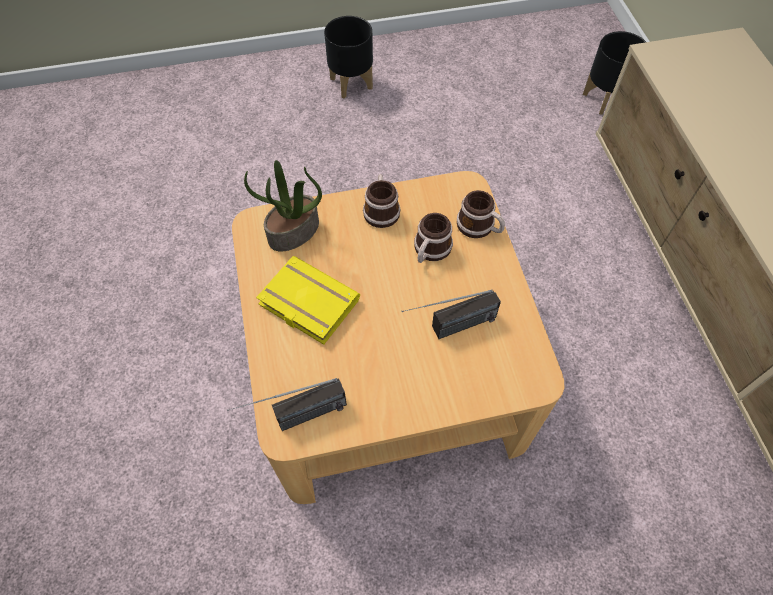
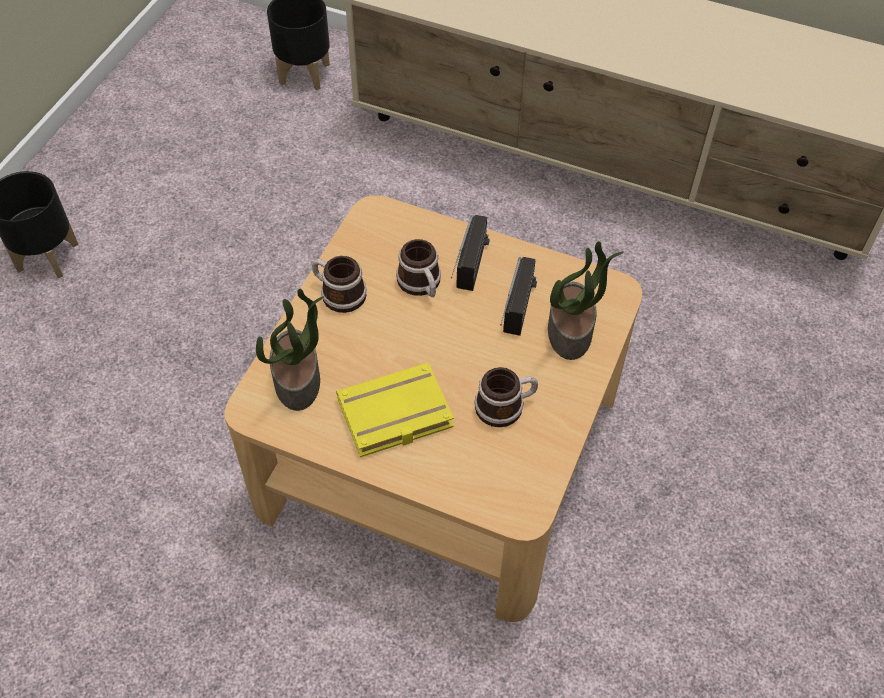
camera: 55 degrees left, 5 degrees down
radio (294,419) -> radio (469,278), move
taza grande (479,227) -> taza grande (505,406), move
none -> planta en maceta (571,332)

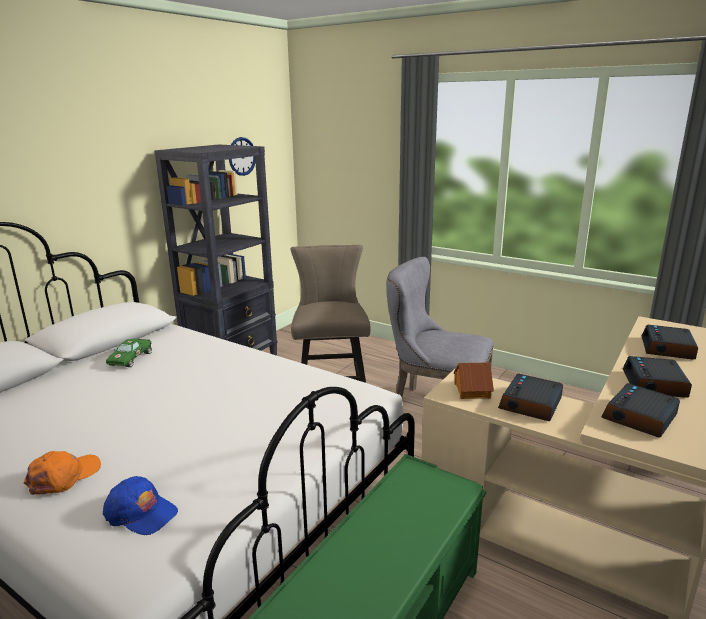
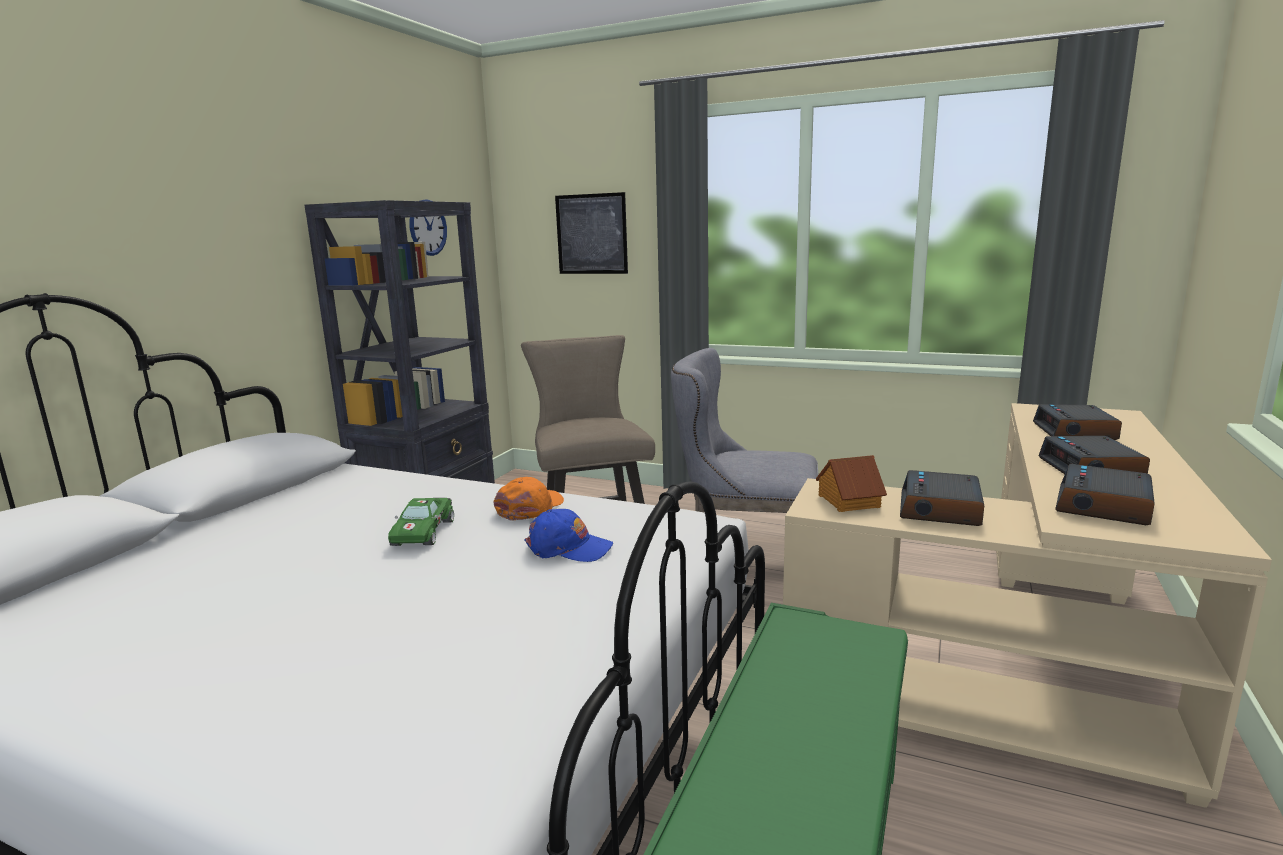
camera: 10 degrees left, 5 degrees down
gorra/naranja (64,477) -> gorra/naranja (530,508), move
gorra/azul (141,513) -> gorra/azul (568,548), move
coche de juguete/verde (131,358) -> coche de juguete/verde (423,531), move
none -> cuadro (591,234)

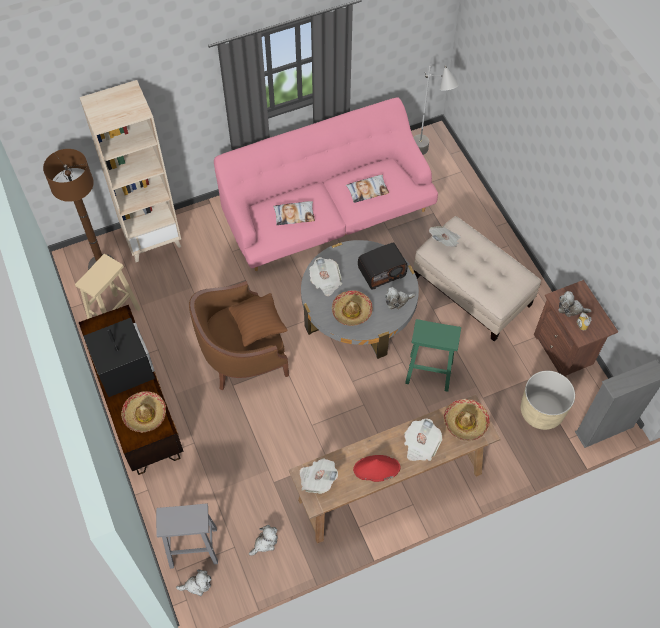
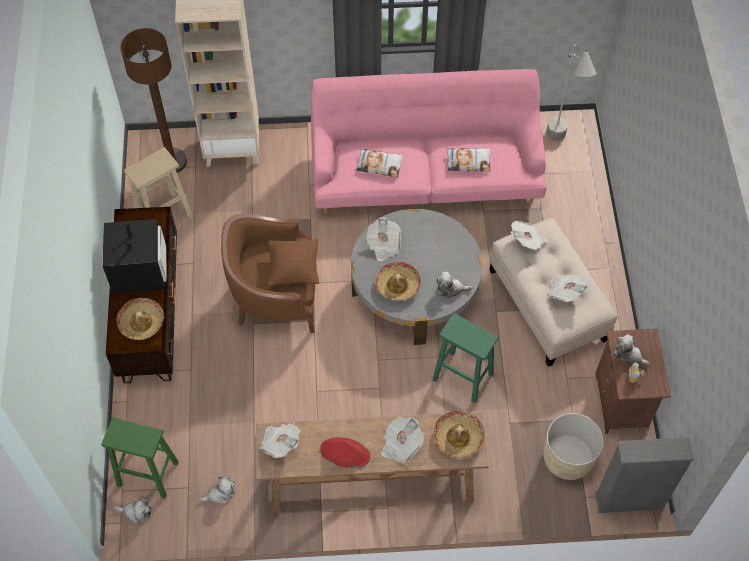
camera: 20 degrees right, 0 degrees up
taburete/gris (194,547) -> taburete/verde (149,474)
radio (381,272) -> none
none -> periódico (565,291)

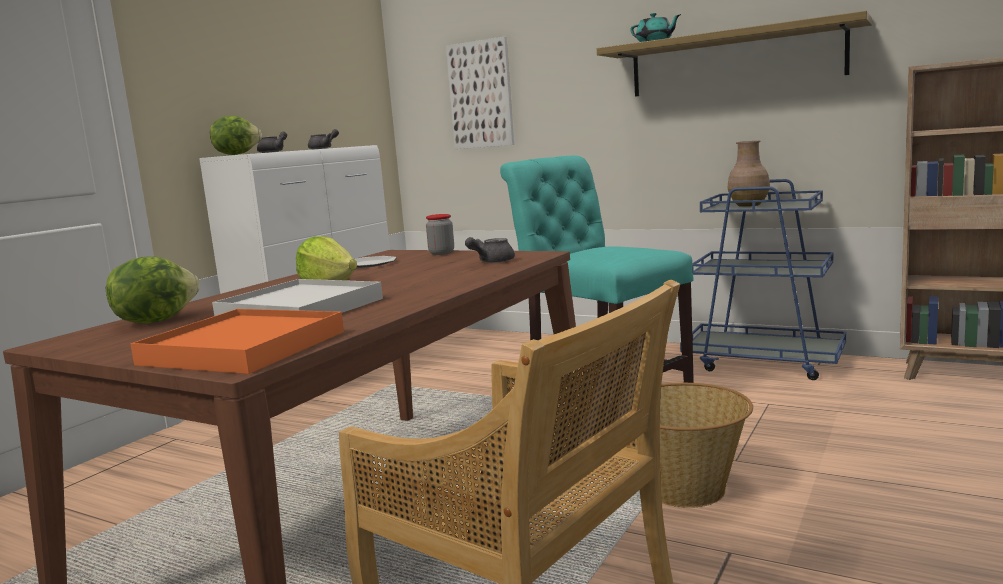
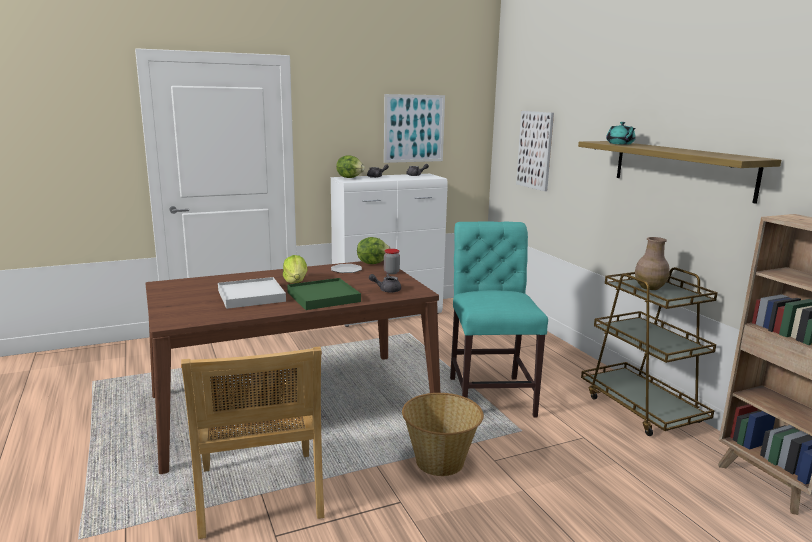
camera: 35 degrees right, 5 degrees up
lechuga (155,321) -> lechuga (372,263), move
bandeja/naranja (244,348) -> none
carrito/azul (763,362) -> carrito/marrón (641,408)
none -> bandeja/verde (323,297)
none -> cuadro (414,128)

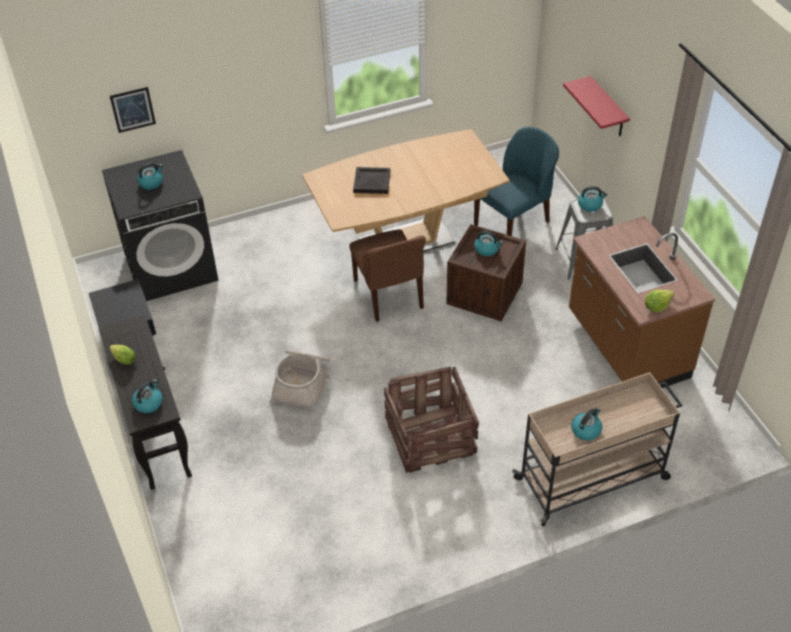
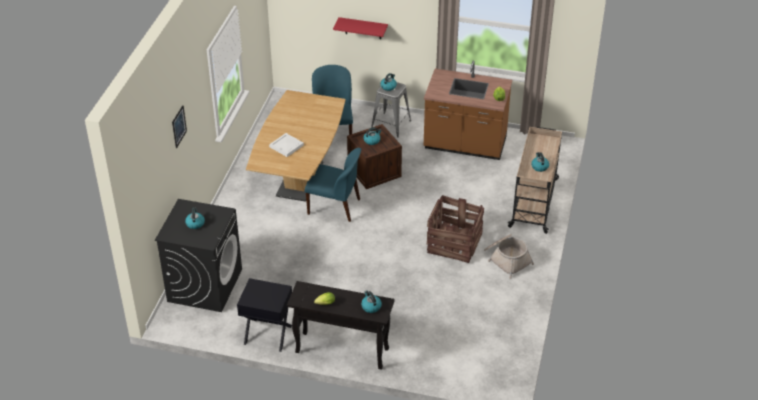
camera: 55 degrees left, 5 degrees down
cuadro (133,109) -> cuadro (179,126), move
cesta (303,383) -> cesta (506,259), move
silla/marrón (389,295) -> silla/azul (335,207)
bandeja/negro (372,181) -> bandeja/blanco (286,145)

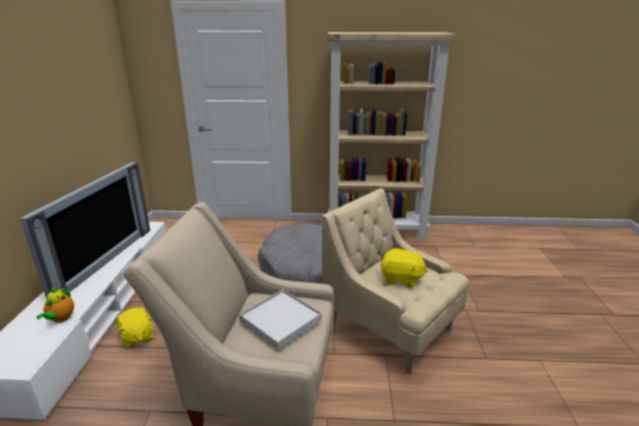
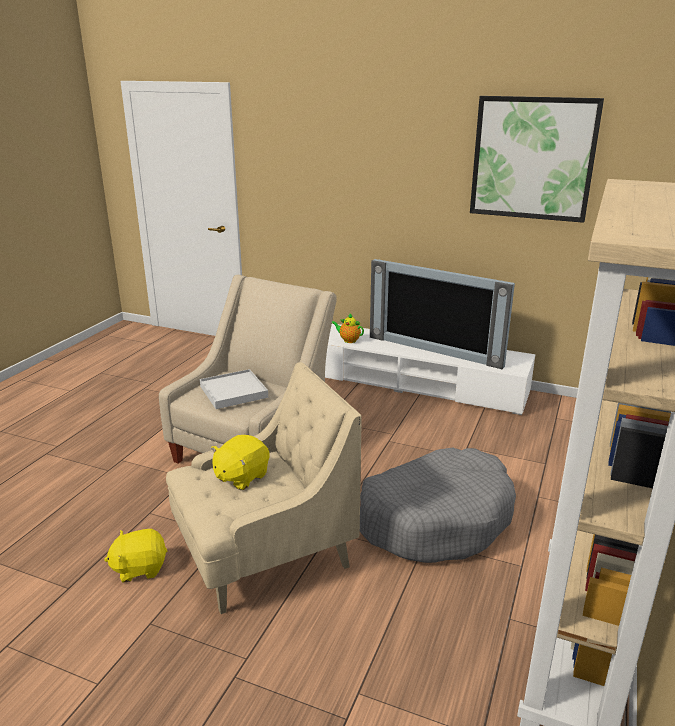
camera: 110 degrees right, 0 degrees up
peluche/amarillo (137,337) -> peluche/amarillo (140,568), move
none -> cuadro (532,159)

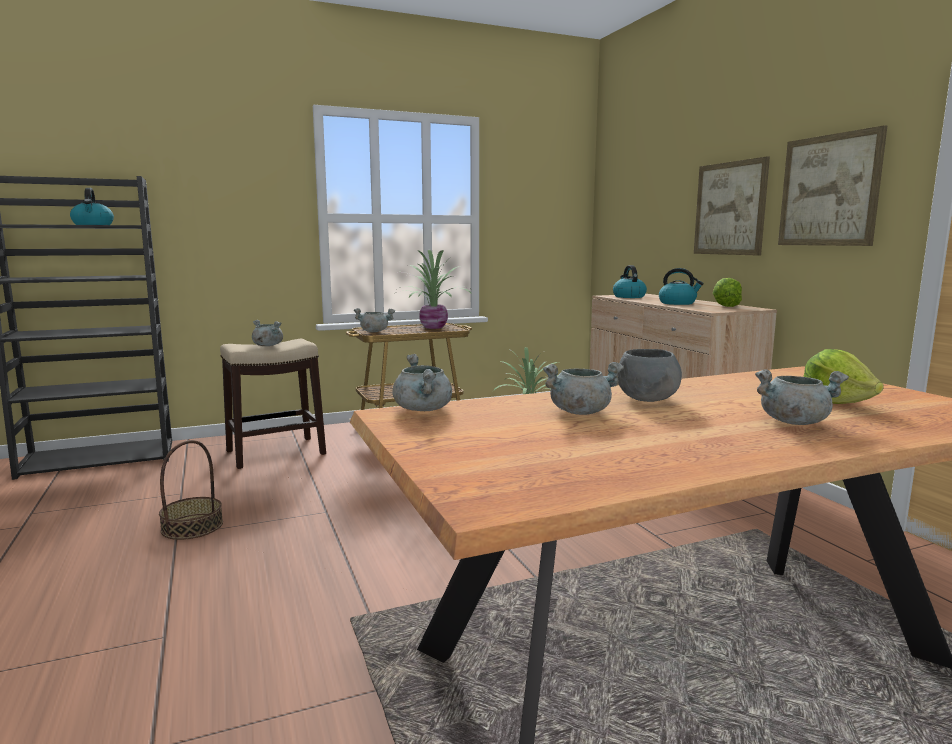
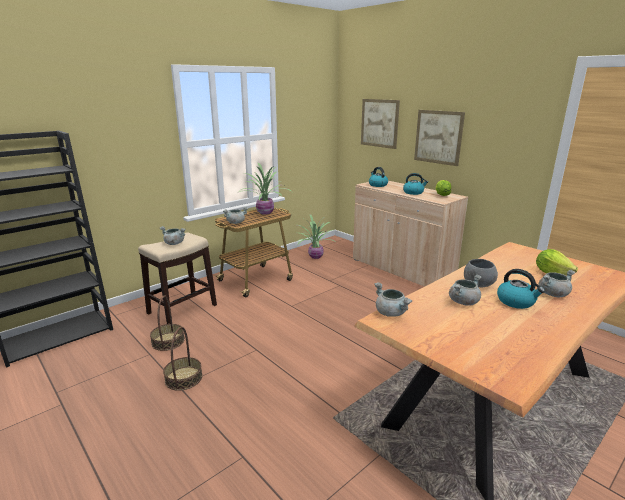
camera: 20 degrees left, 10 degrees up
hervidor (93,225) -> hervidor (516,302), move
cuadro (829,190) -> cuadro (379,123), move
none -> cesta (168,341)

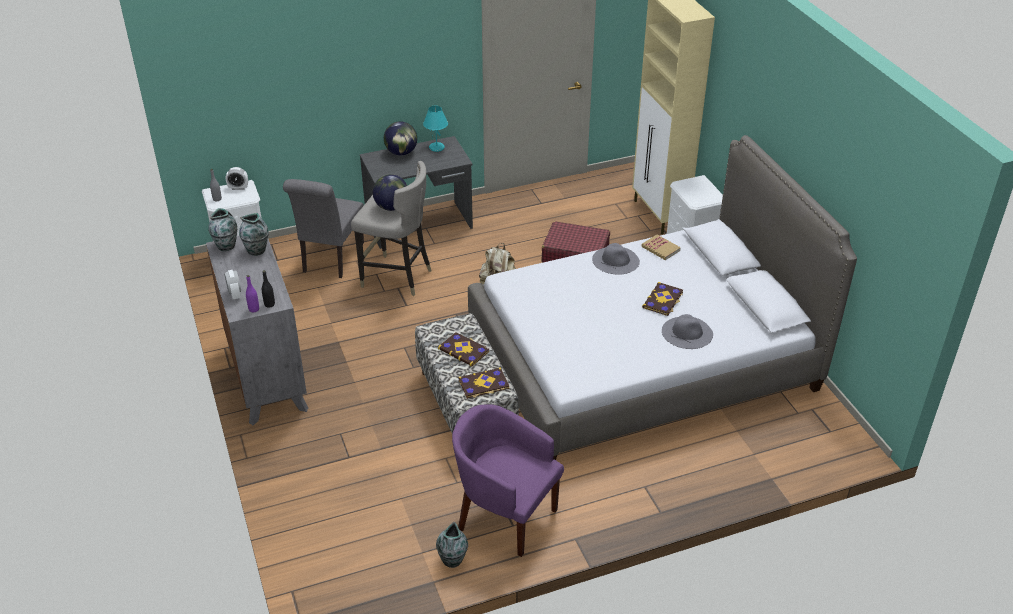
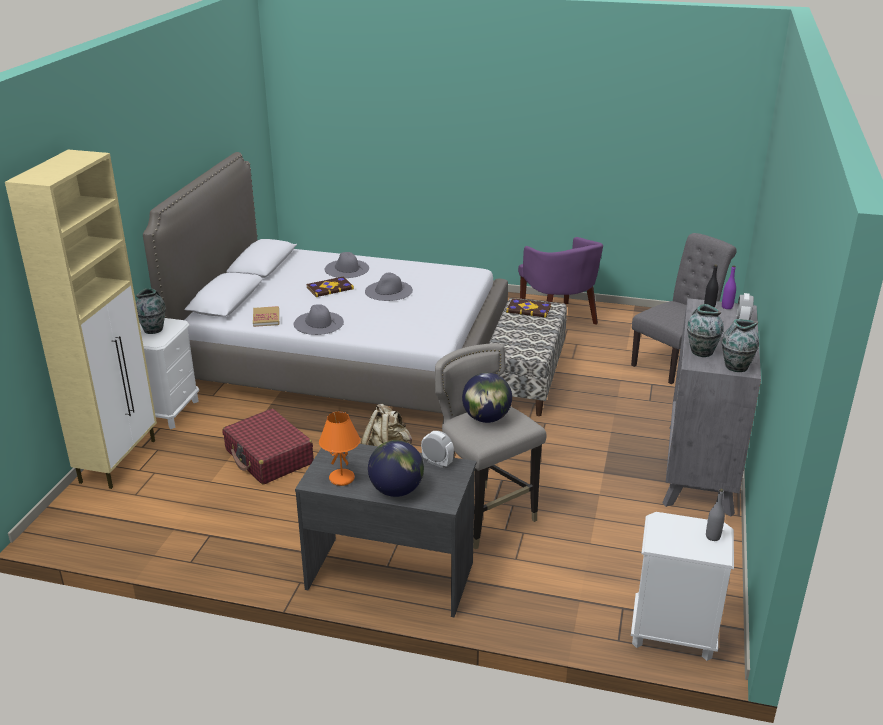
camera: 145 degrees left, 10 degrees down
despertador (238,188) -> despertador (437,462), move
silla/gris (331,260) -> silla/gris (675,361), move
lámpara de mesa/turquesa (436,148) -> lámpara de mesa/naranja (342,478)
florero (452,560) -> florero (153,329), move
libro (464,350) -> none
none -> sombrero/gris (388,290)

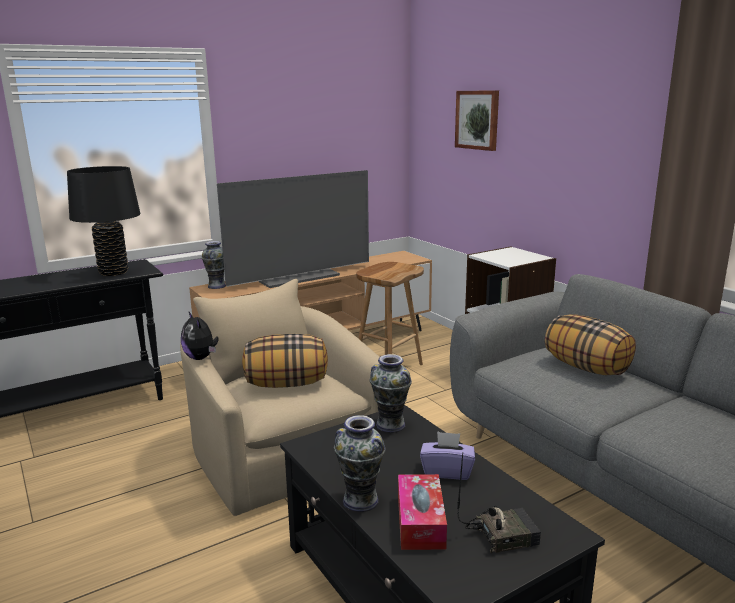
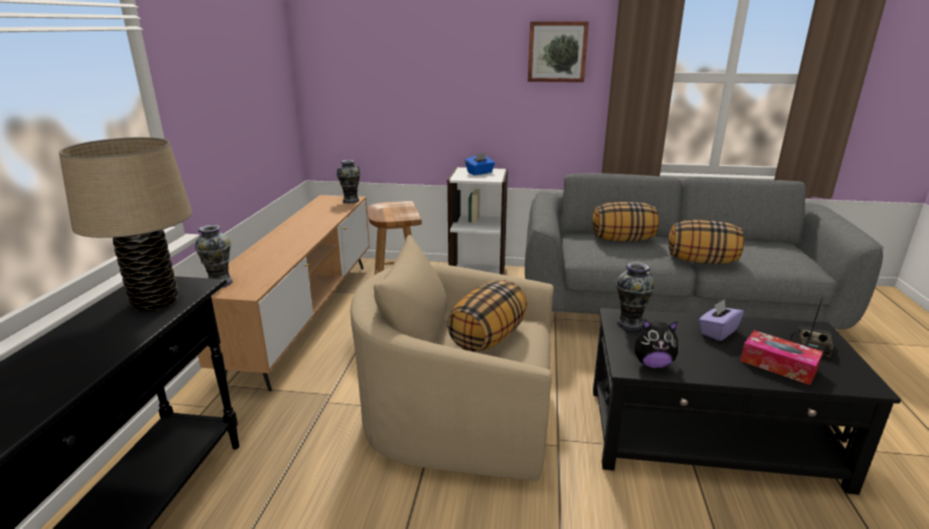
camera: 50 degrees left, 5 degrees up
lámpara de mesa/negro (113,272) -> lámpara de mesa/beis (155,302)
peluche (201,358) -> peluche (652,364), move
televisor (298,277) -> none
florero (360,501) -> florero (351,201), move
cuadro (477,120) -> cuadro (557,52), move
none -> caja de pañuelos/azul (480,173)
none -> cojín (701,261)

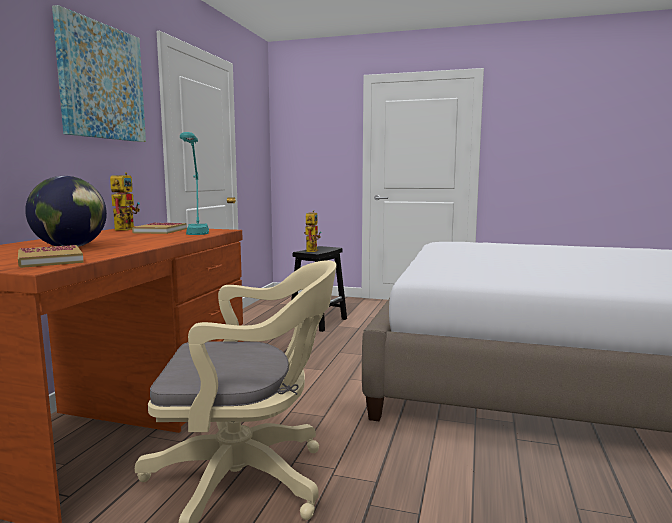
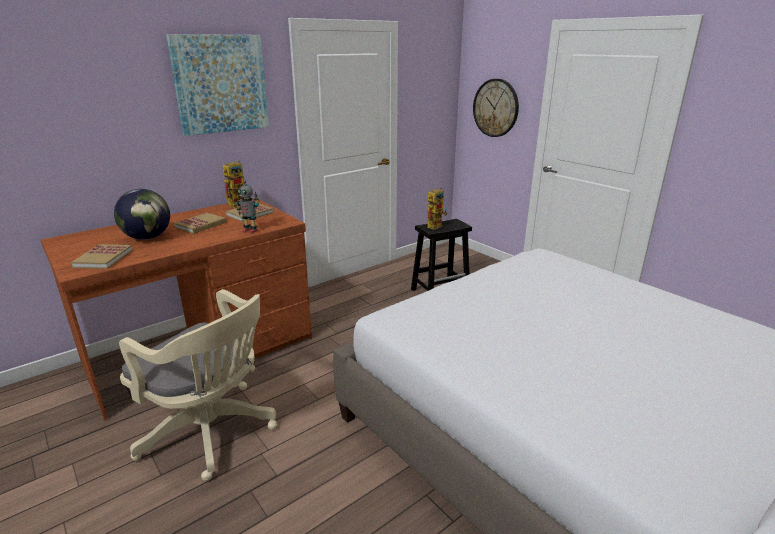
camera: 35 degrees right, 15 degrees up
lámpara de mesa/turquesa (196,235) -> robot de juguete (250,230)
none -> libro (201,225)
none -> reloj de pared (495,108)

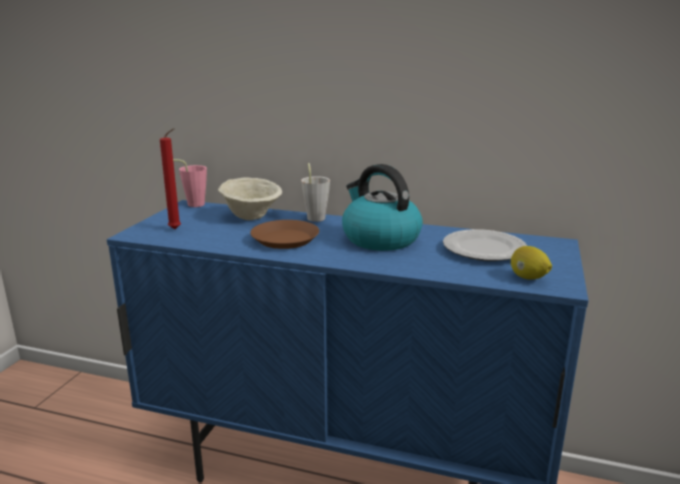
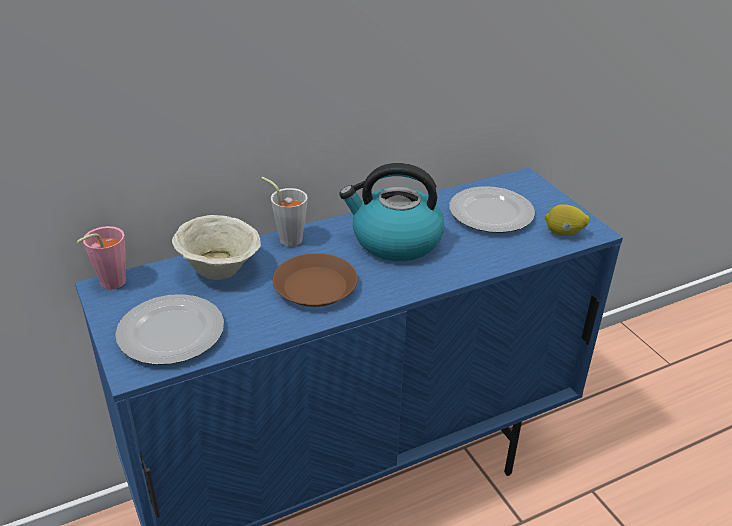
camera: 45 degrees left, 15 degrees up
vela/rojo (176,229) -> plato (172,334)

